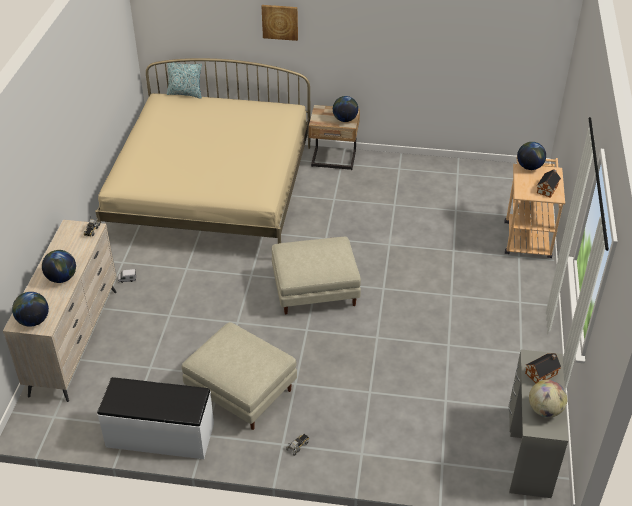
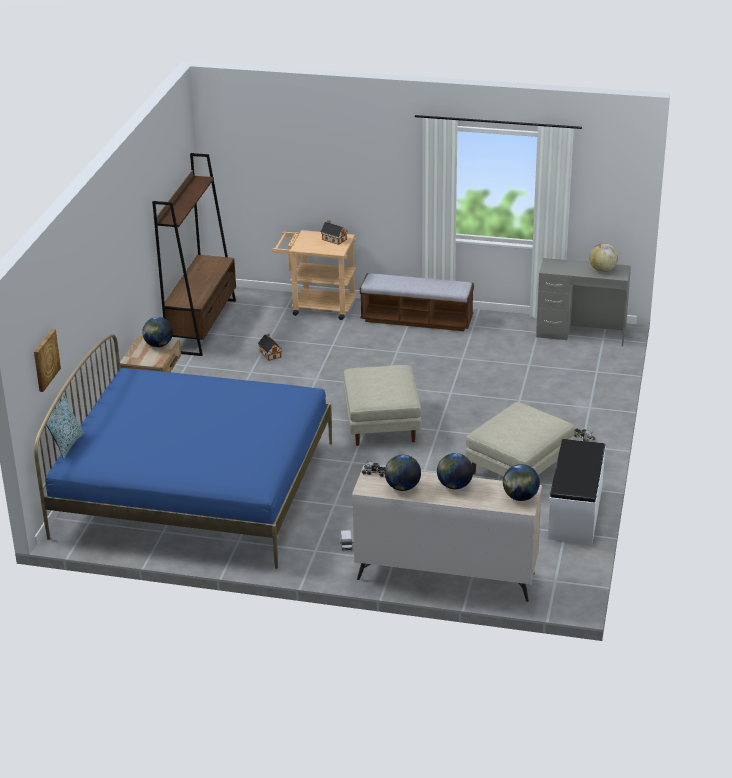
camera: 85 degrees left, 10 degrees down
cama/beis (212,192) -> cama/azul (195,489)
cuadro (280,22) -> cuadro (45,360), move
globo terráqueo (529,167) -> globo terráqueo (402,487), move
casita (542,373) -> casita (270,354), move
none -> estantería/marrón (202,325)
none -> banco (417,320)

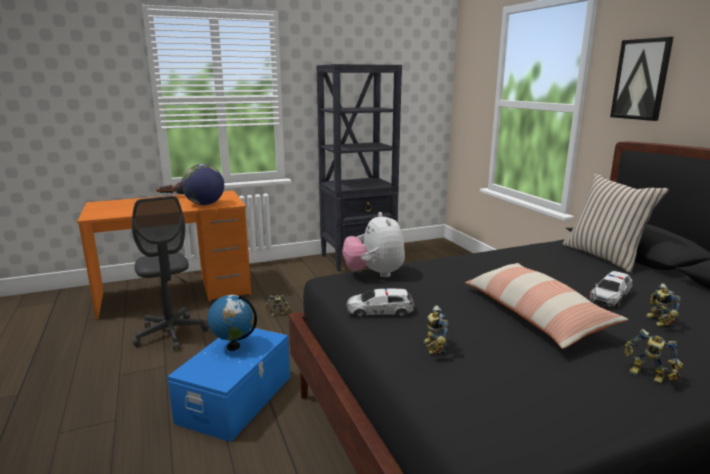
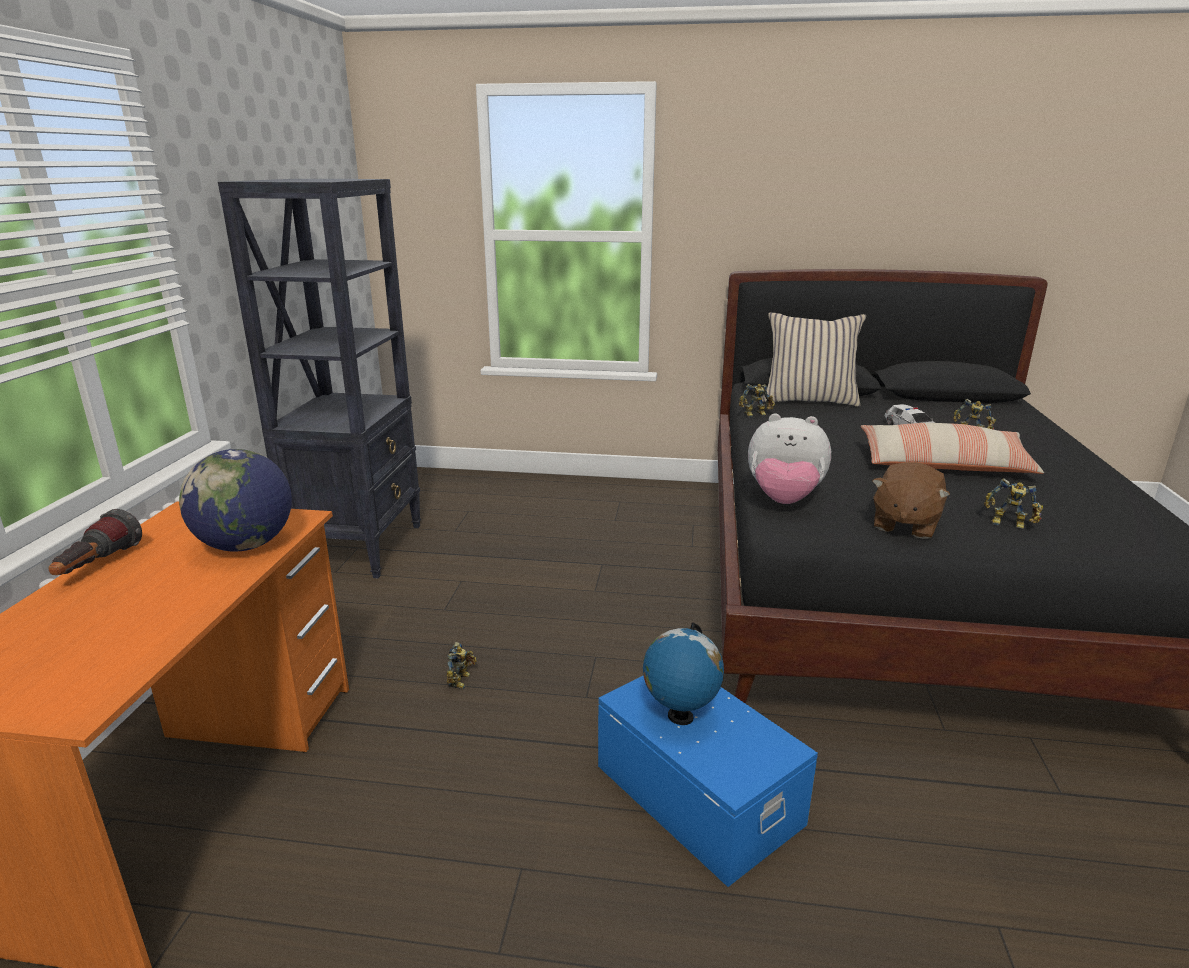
camera: 60 degrees left, 5 degrees up
silla de oficina/gris (171,334) -> none
coche de juguete (379,310) -> peluche/marrón (904,524)
cuadro (641,79) -> none
robot de juguete (648,376) -> robot de juguete (756,415), move

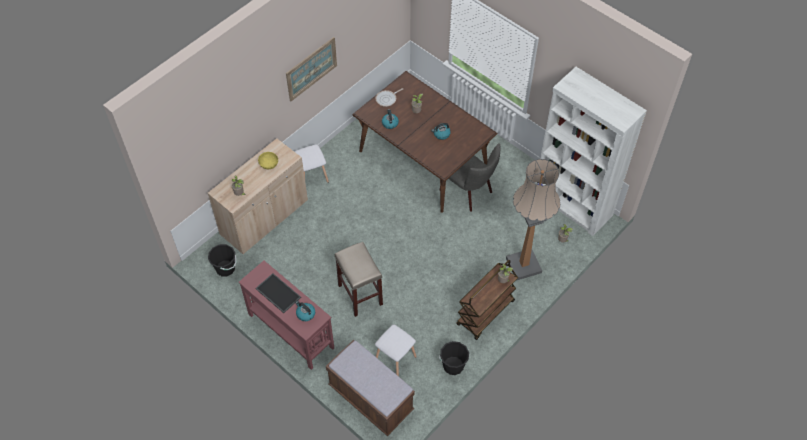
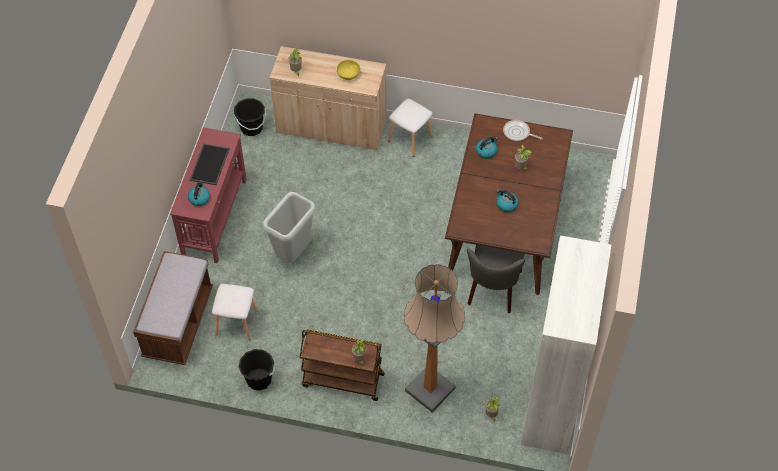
camera: 60 degrees right, 0 degrees up
cuadro (311,68) -> none
taburete/beis (359,294) -> papelera/gris (293,253)

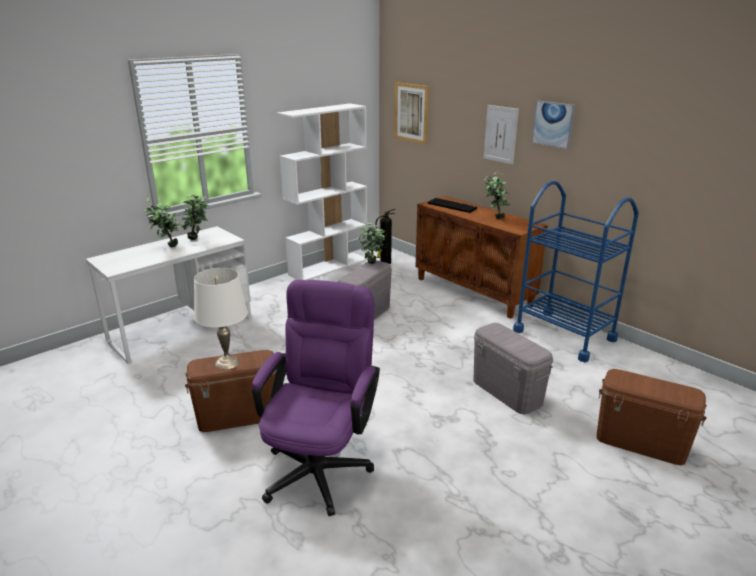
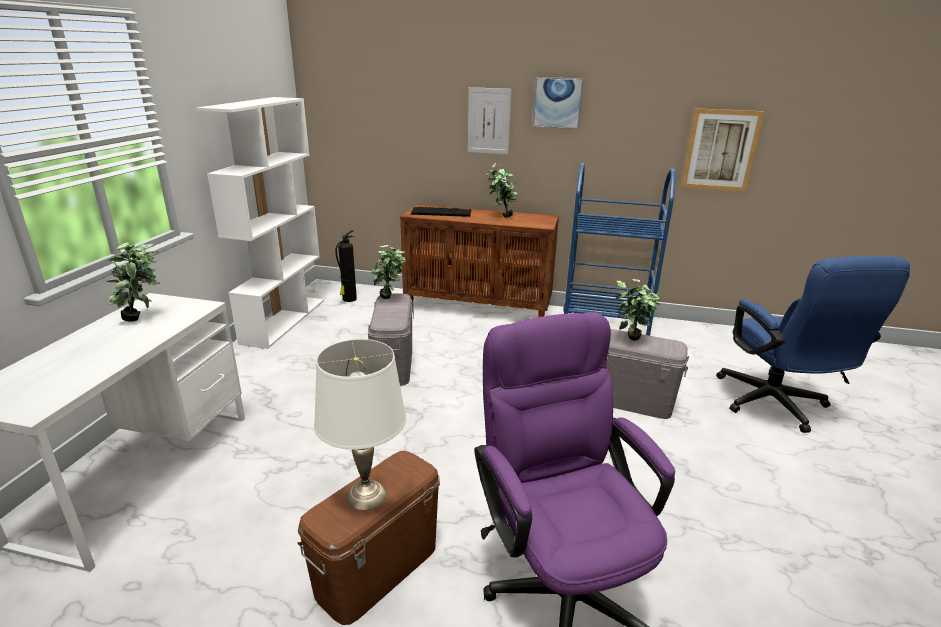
camera: 35 degrees left, 0 degrees up
planta en maceta (166,247) -> planta en maceta (631,341), move
cuadro (411,113) -> cuadro (720,150), move
caja de almacenaje/marrón (640,442) -> silla de oficina/azul (776,406)

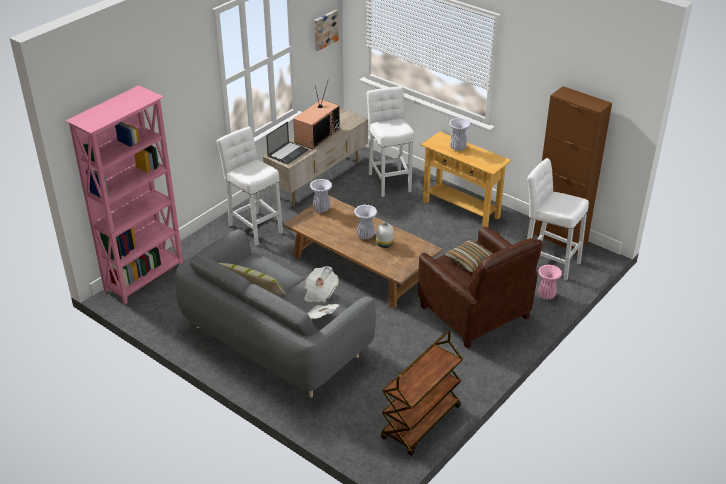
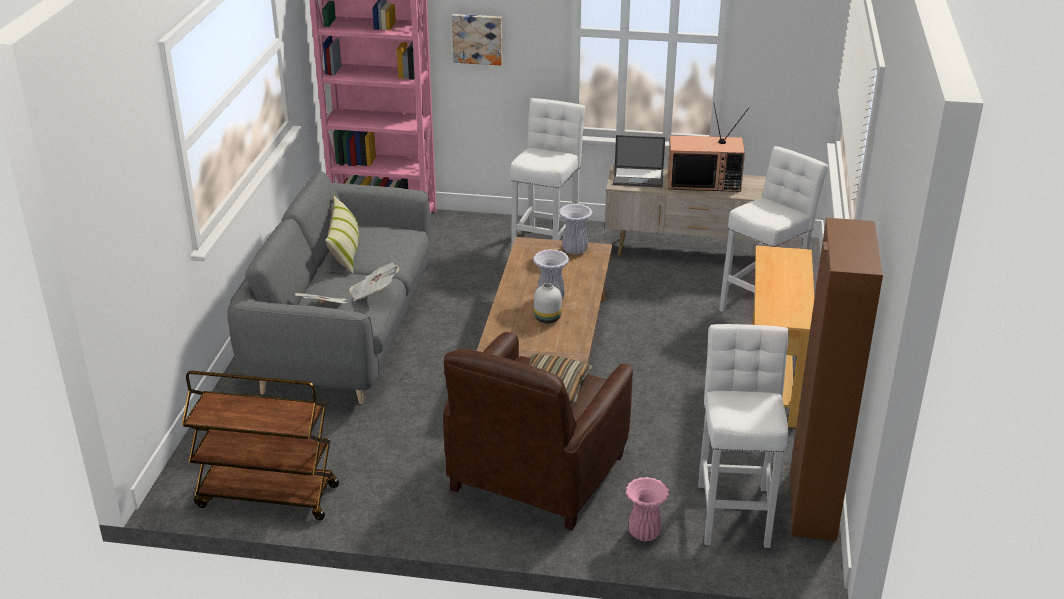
camera: 60 degrees right, 5 degrees down
cuadro (325,29) -> cuadro (477,38), move
florero/blanco (457,148) -> none

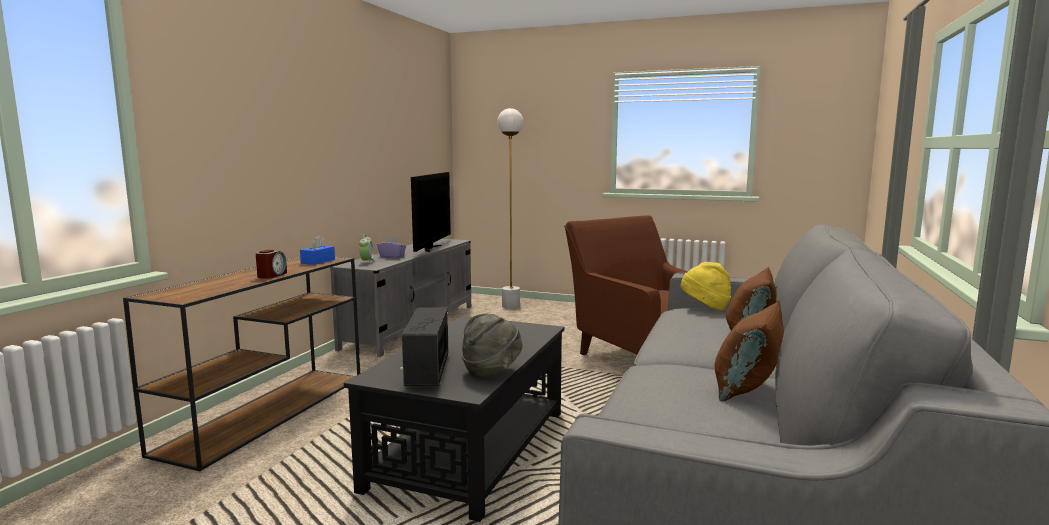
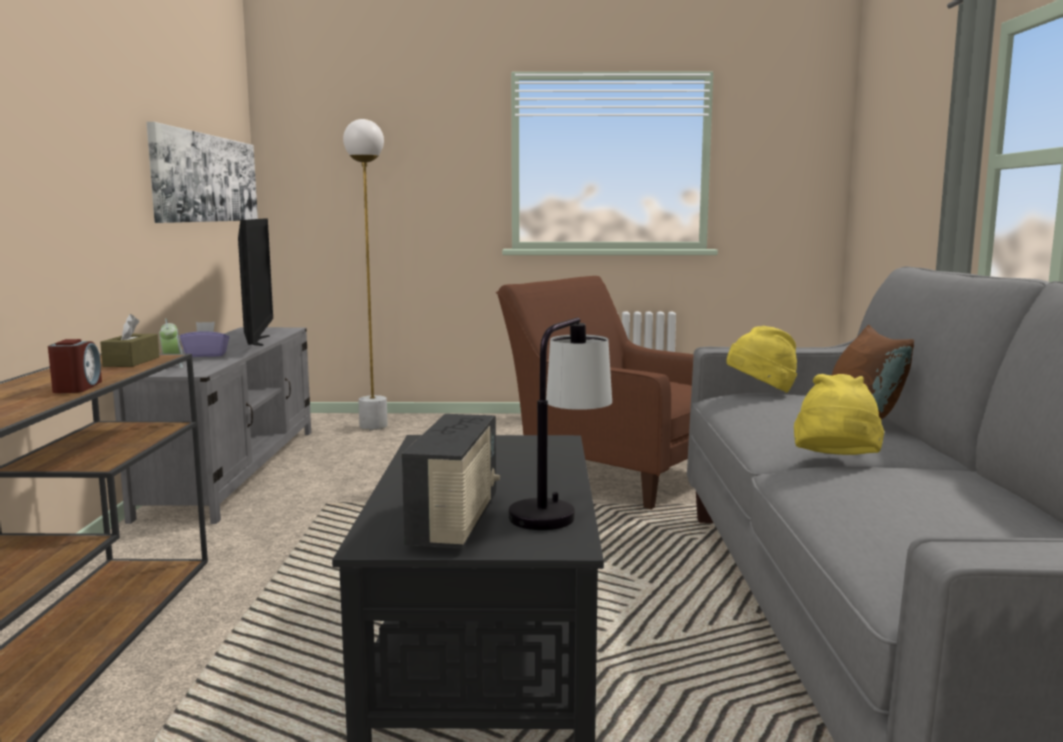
camera: 20 degrees left, 0 degrees up
caja de pañuelos/azul (318,261) -> caja de pañuelos/marrón (131,362)
radio (426,371) -> radio (456,522), 150 degrees counterclockwise
sombrero/gris (491,371) -> lámpara de mesa (559,509)
cojín/marrón (746,389) -> none
none -> cuadro (207,178)
none -> sombrero/amarillo (836,462)

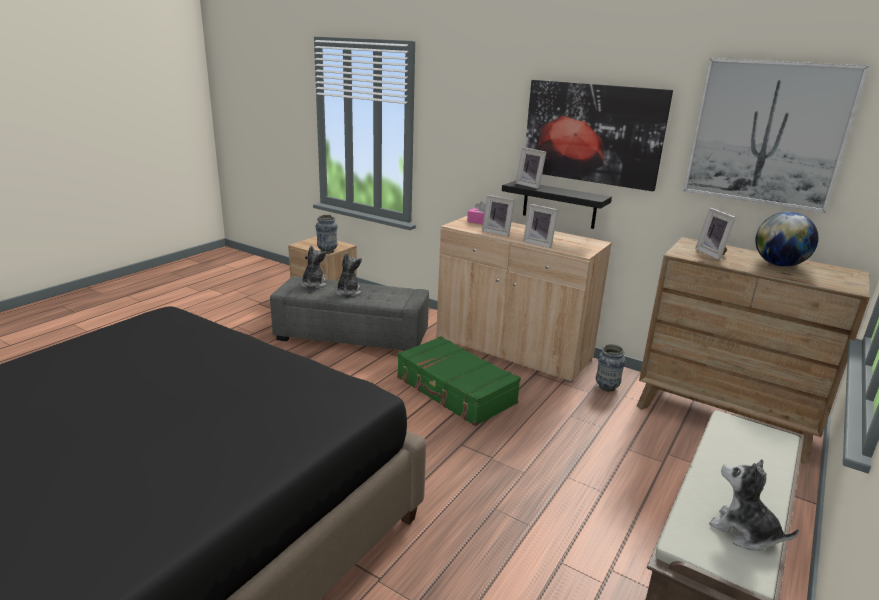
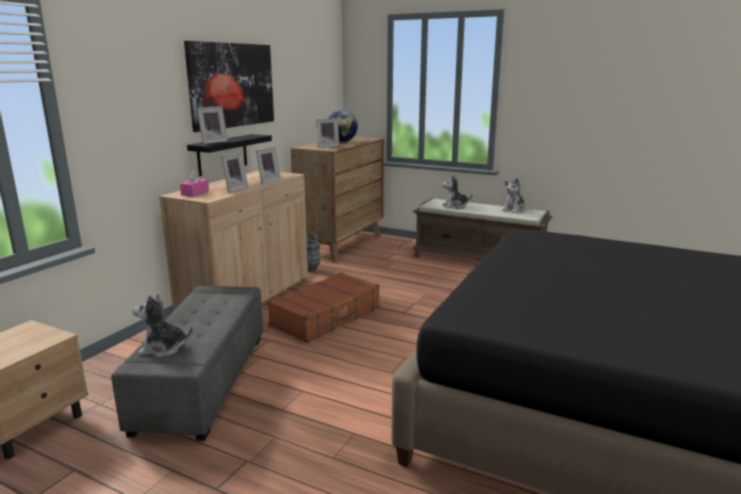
camera: 95 degrees left, 5 degrees down
florero (327,251) -> none
peluche (348,292) -> peluche (455,206), move
maleta/verde (455,391) -> maleta/marrón (327,317)
cuadro (767,134) -> none

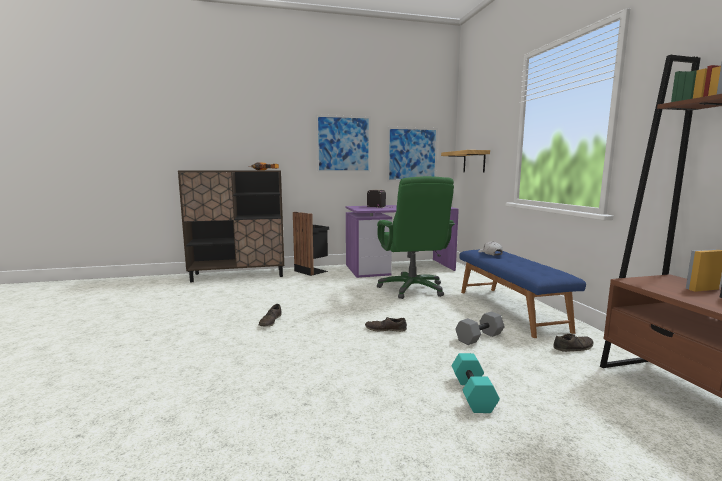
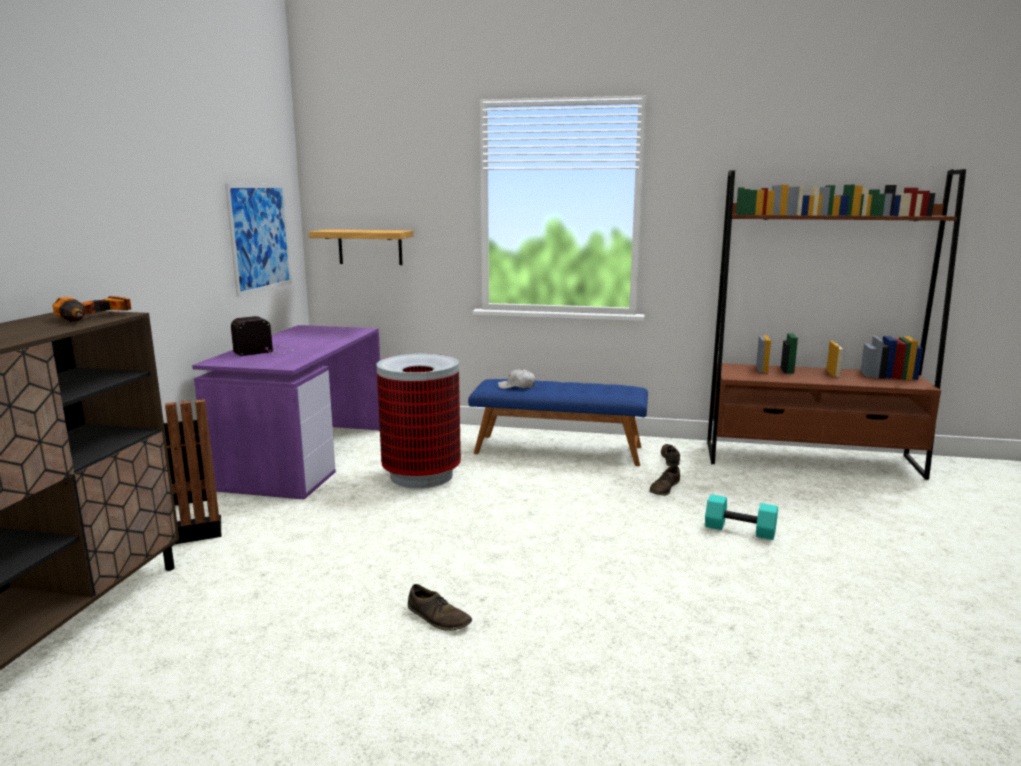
camera: 65 degrees left, 5 degrees up
cuadro (343,144) -> none
zapato/marrón (385,329) -> zapato/marrón (664,488), move
silla de oficina/verde (412,289) -> papelera (422,476)
mancuerna/gris (479,338) -> none

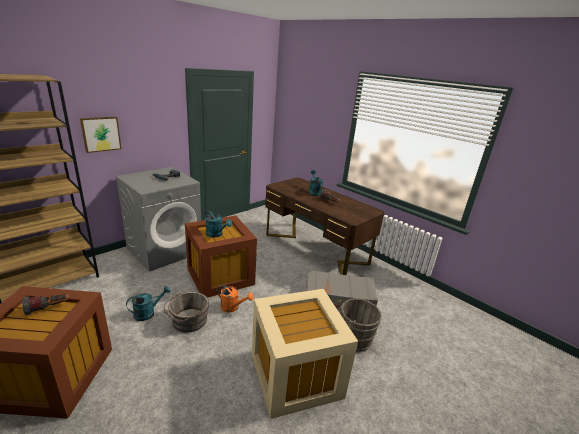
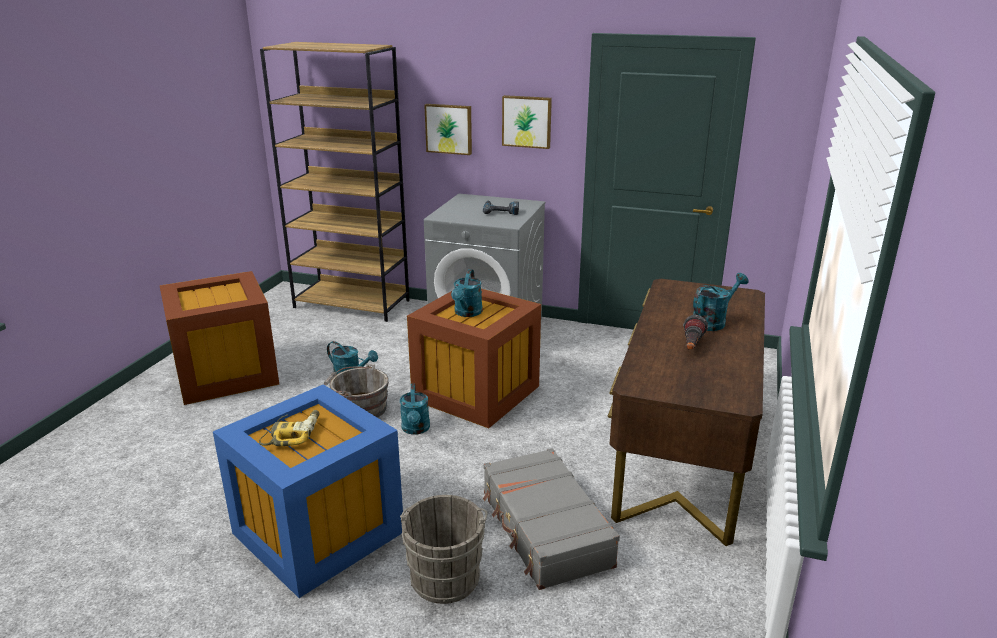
camera: 65 degrees right, 0 degrees up
linterna (49,308) -> none
regadera/naranja (232,307) -> regadera/turquesa (416,429)
caja de almacenaje/beis (294,374) -> caja de almacenaje/azul (319,530)
none -> taladro (292,434)
none -> cuadro (527,121)

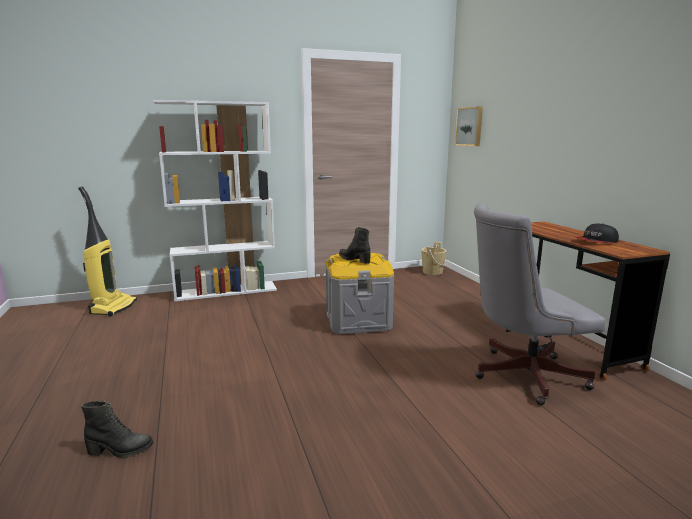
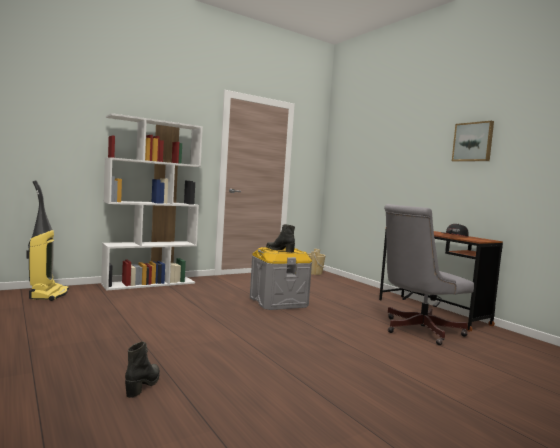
camera: 15 degrees left, 10 degrees down
bota/negro (120,450) -> bota/negro (143,385), 60 degrees counterclockwise
cuadro (470,126) -> cuadro (473,142), move

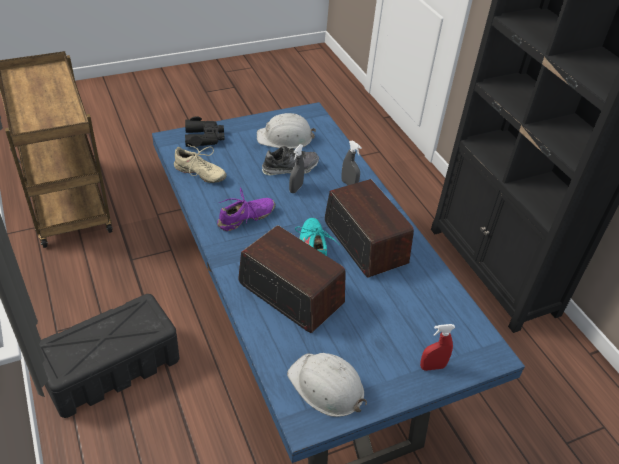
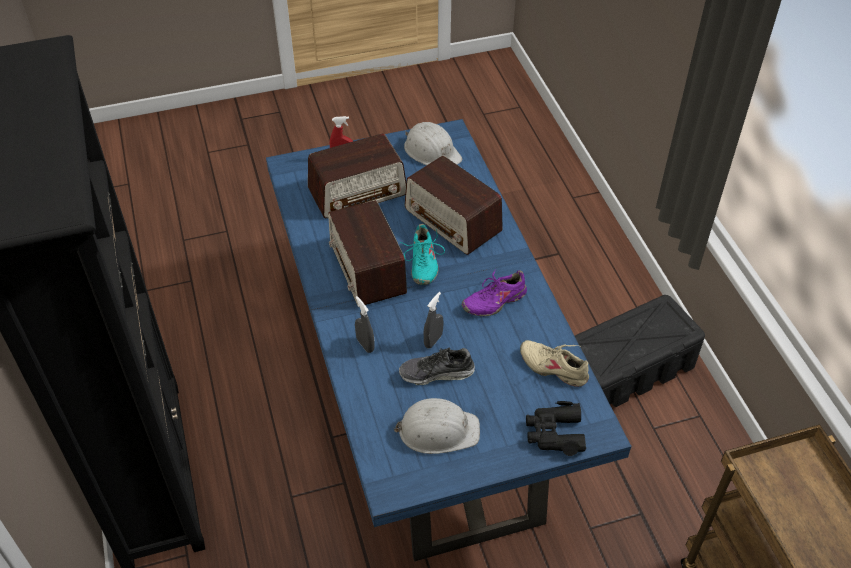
camera: 170 degrees left, 5 degrees up
none -> radio (358,192)

